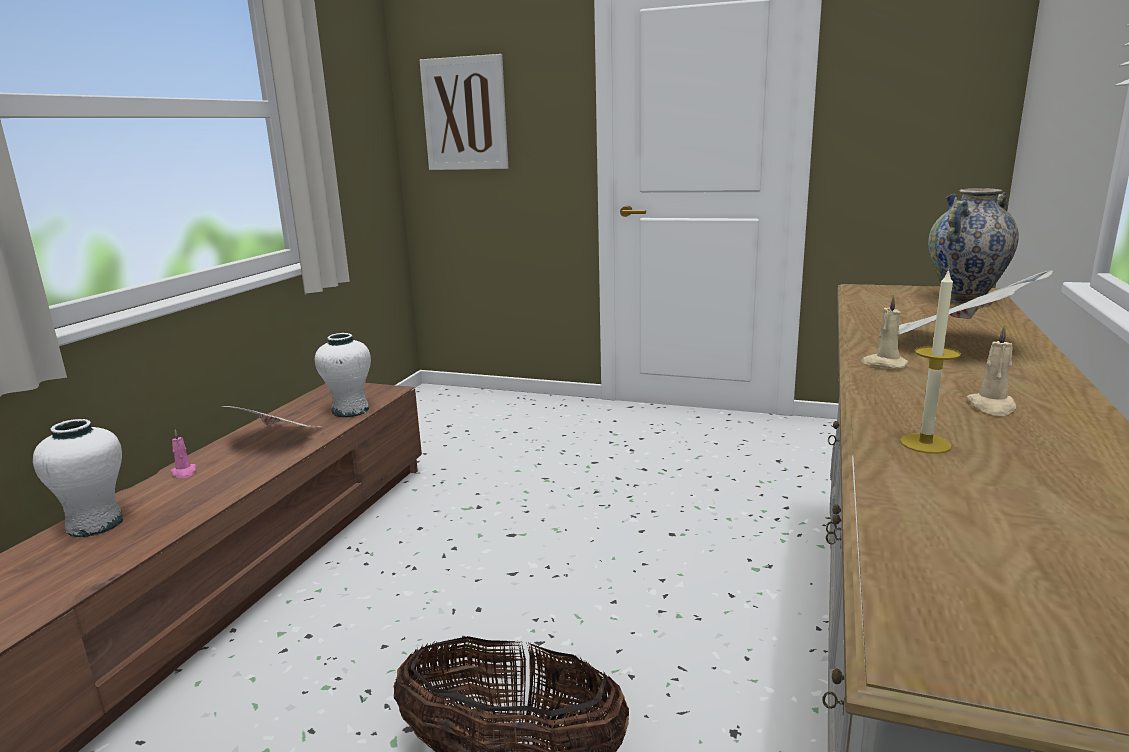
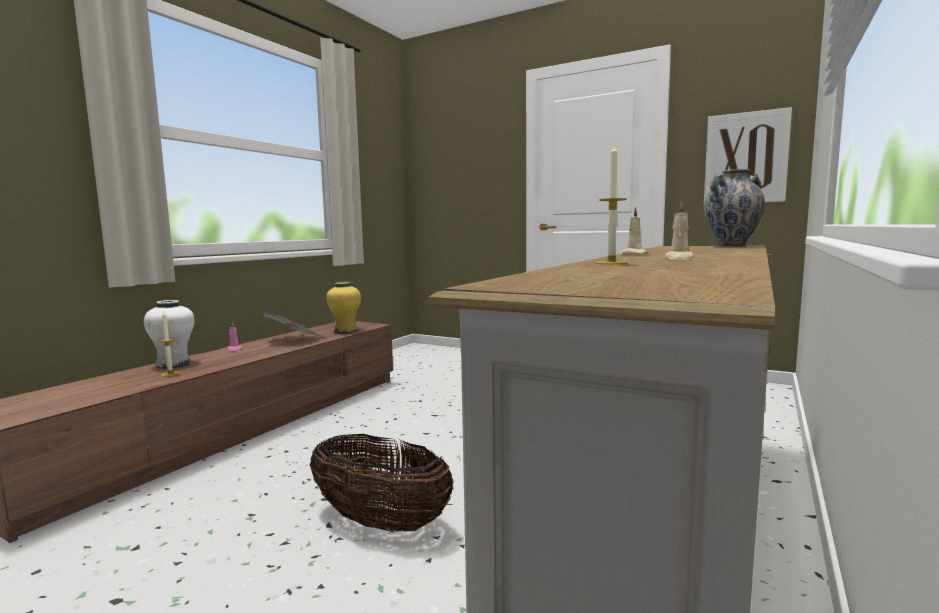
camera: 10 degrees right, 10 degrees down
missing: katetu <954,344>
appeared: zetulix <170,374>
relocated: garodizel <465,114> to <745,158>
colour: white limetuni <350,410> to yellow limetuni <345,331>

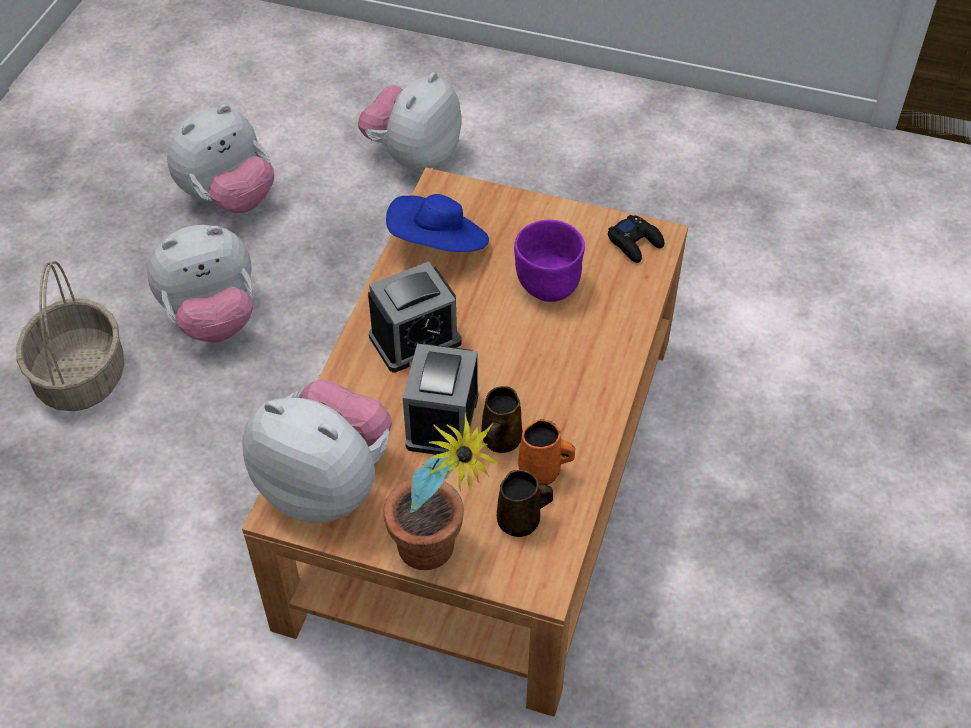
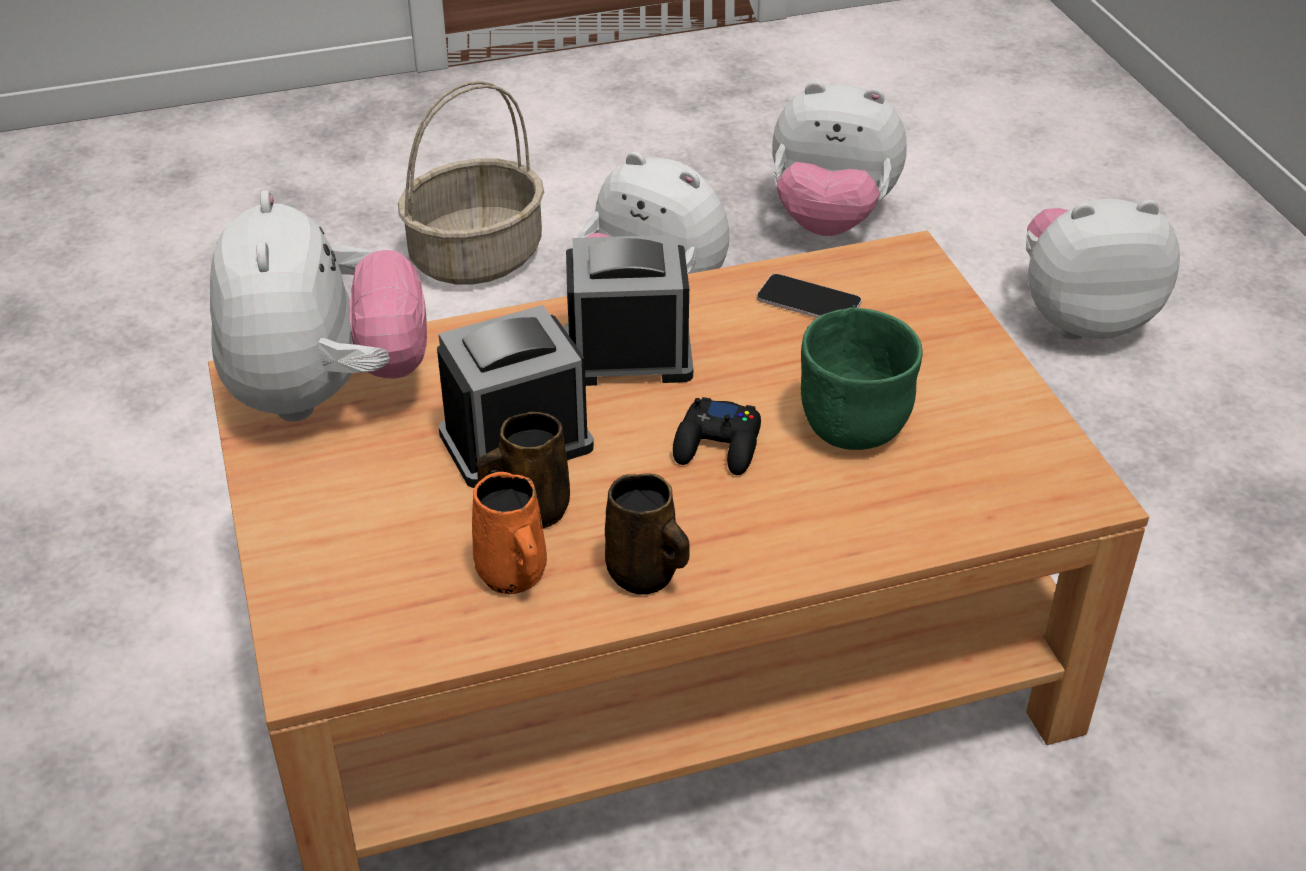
camera: 55 degrees right, 10 degrees down
missing: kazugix <438,557>
relocated: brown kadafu <521,521> to <645,575>; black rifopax <635,243> to <718,445>
exchanged: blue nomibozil <439,245> to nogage <808,301>
colour: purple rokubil <547,287> to green rokubil <850,427>
spun: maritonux <415,339> = <627,355> 150 degrees clockwise

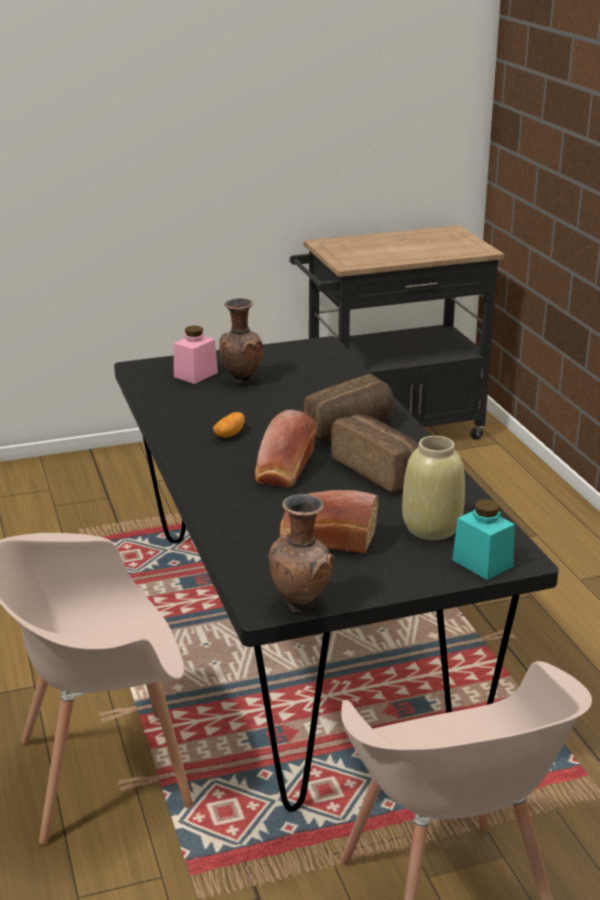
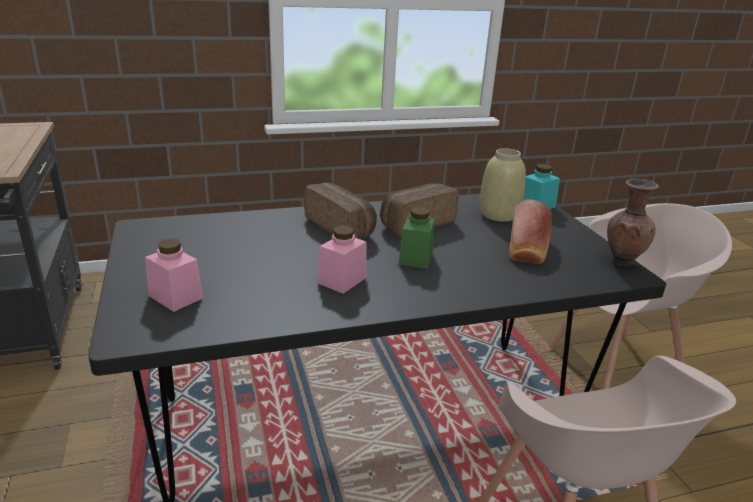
camera: 90 degrees left, 0 degrees up
missing: brown limetuni <241,381>
exchanged: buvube <230,434> to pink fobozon <342,280>; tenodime <284,469> to green fobozon <416,258>

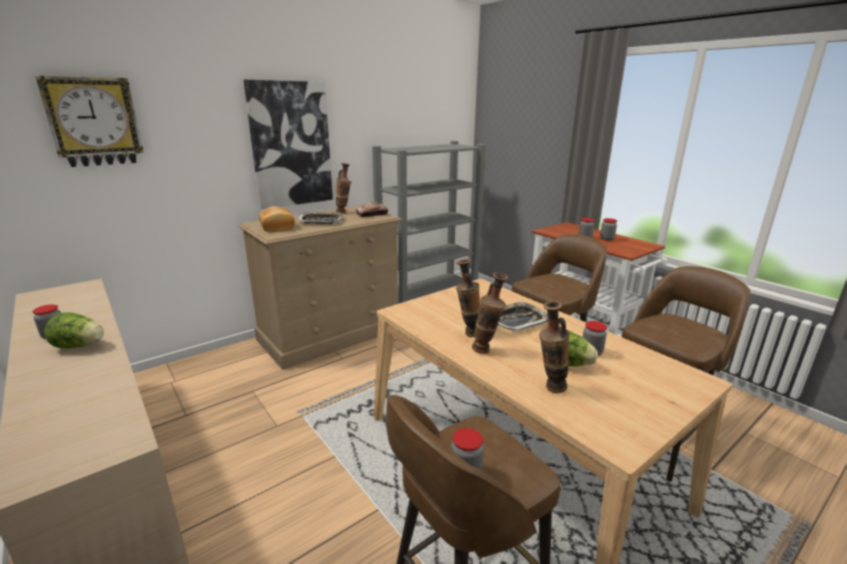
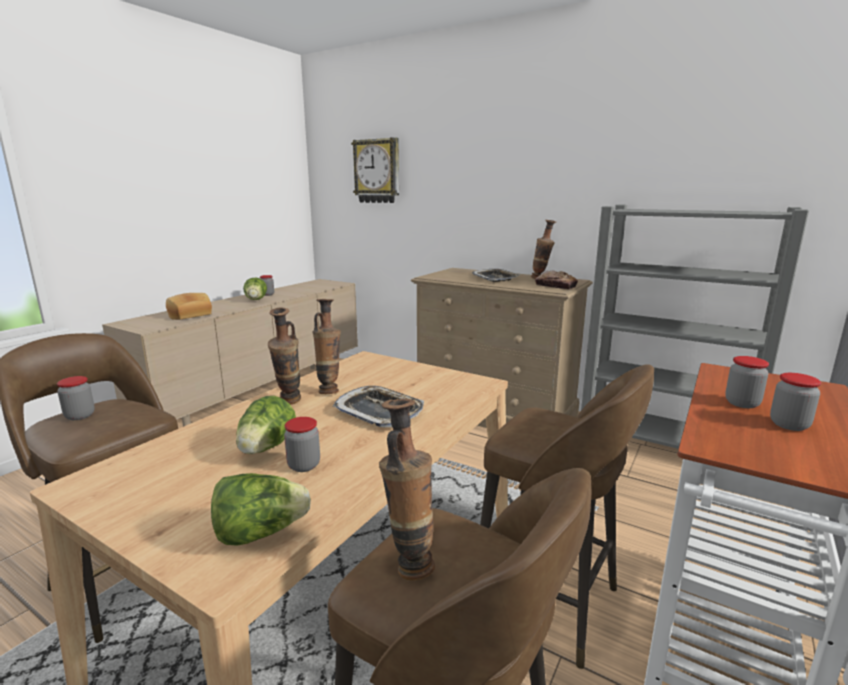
camera: 70 degrees right, 5 degrees down
missing: garodizel <291,145>
appeared: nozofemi <260,533>
relocated: tenodime <276,227> to <189,315>; limetuni <549,389> to <409,563>

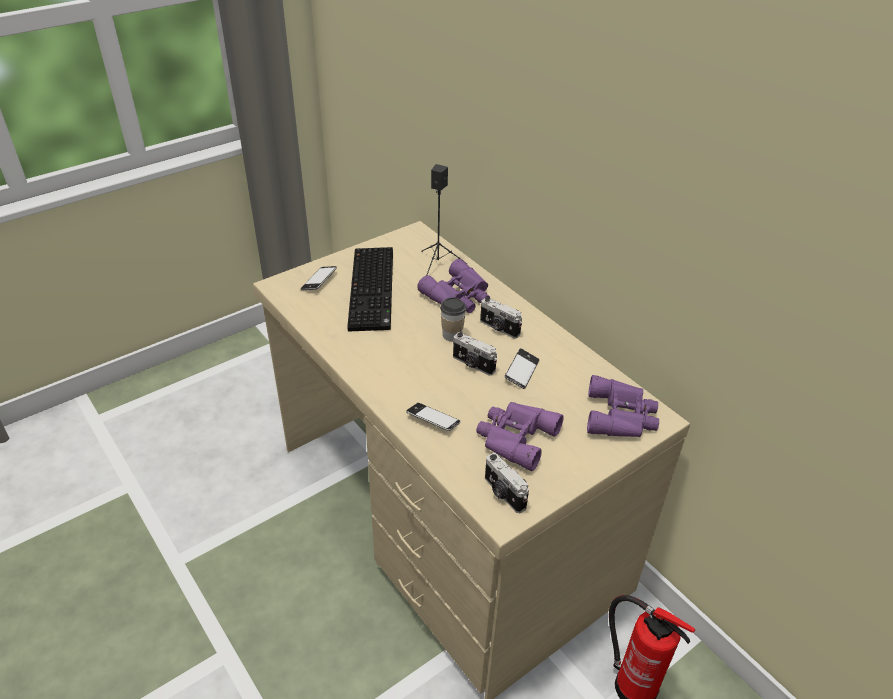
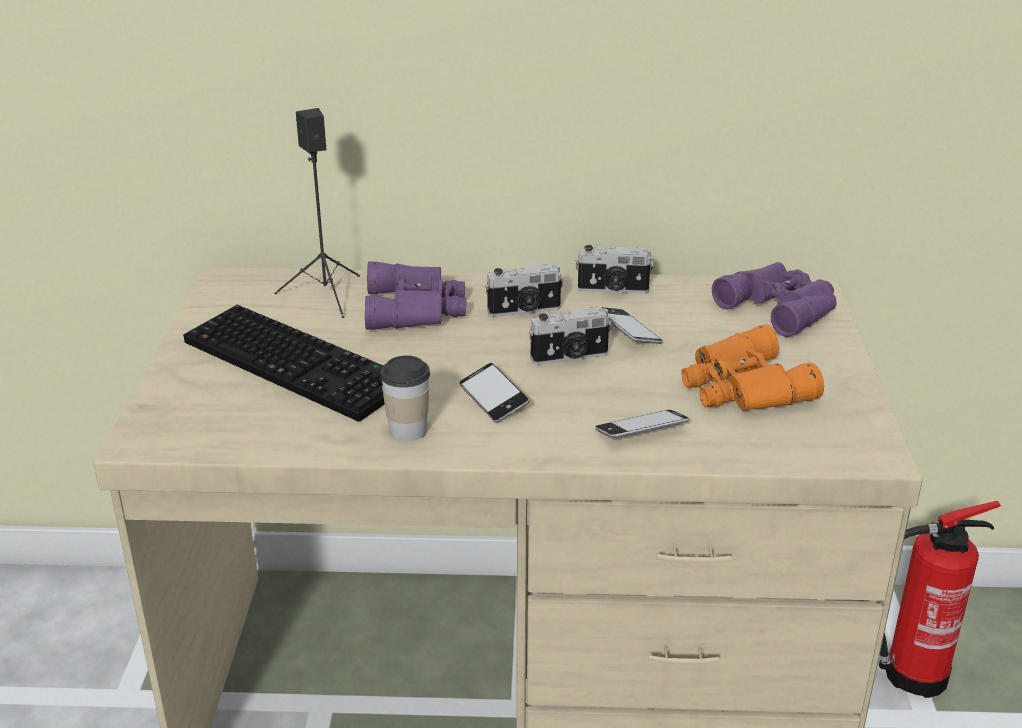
camera: 50 degrees left, 10 degrees down
relocated: nogage <319,281> to <493,399>; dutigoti <452,335> to <408,431>; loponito <503,494> to <613,290>
colour: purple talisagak <514,437> to orange talisagak <742,387>

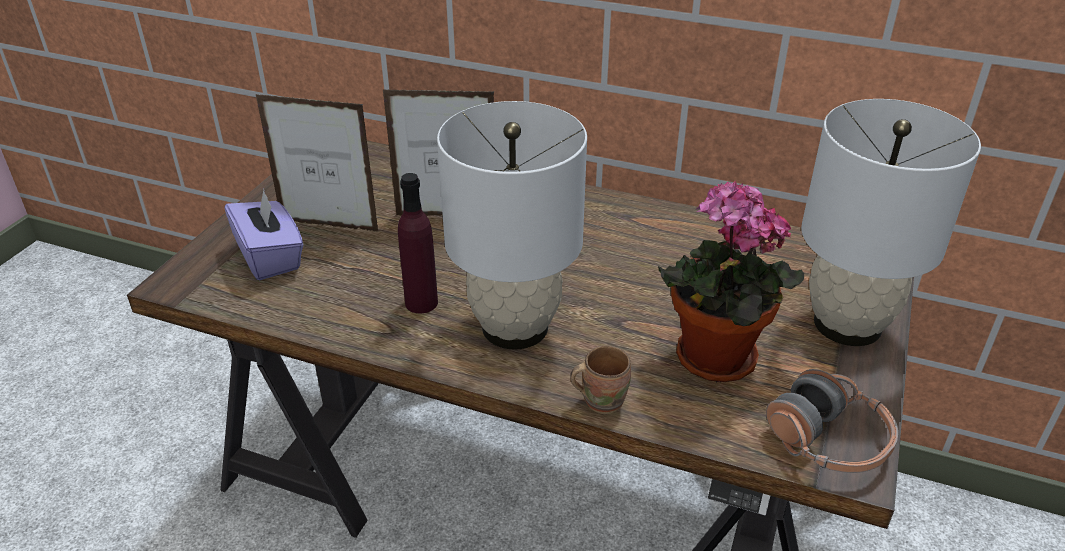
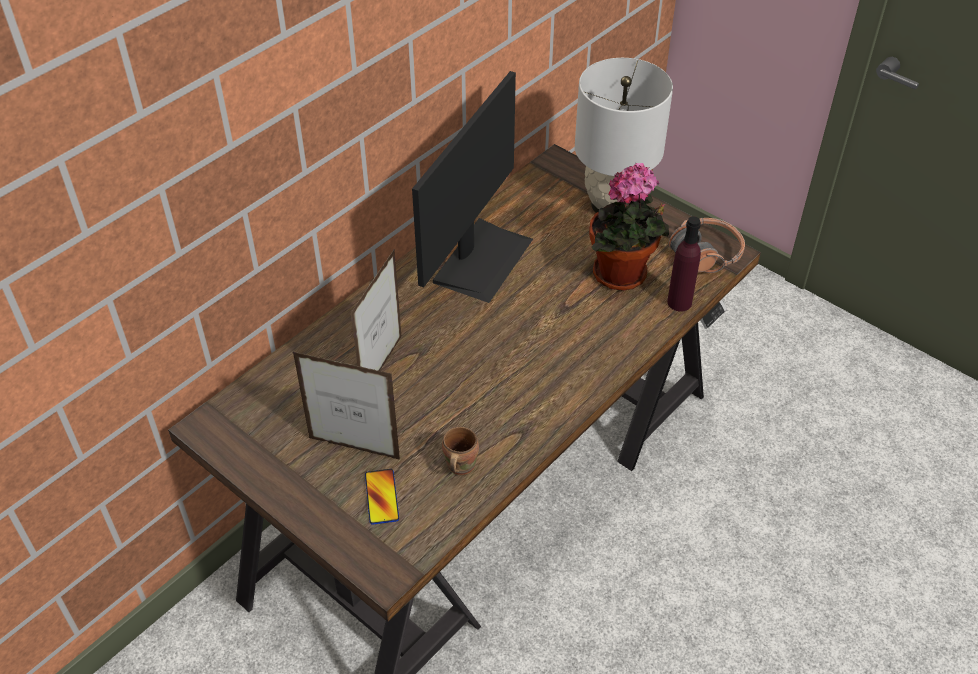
camera: 70 degrees left, 10 degrees up
missing: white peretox <514,327>
appeared: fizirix <481,259>
relocated: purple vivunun <421,303> to <679,302>; brown kadafu <601,400> to <458,466>
exchanged: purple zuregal <270,257> to nogage <381,497>
spun: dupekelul <329,226> = <353,448> 105 degrees counterclockwise

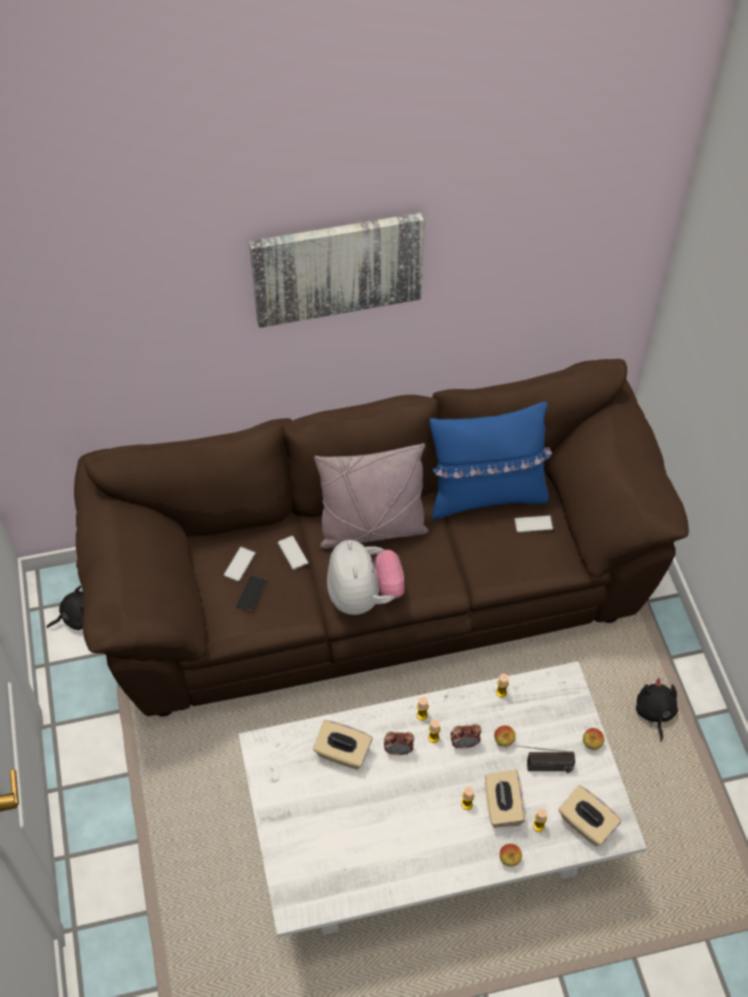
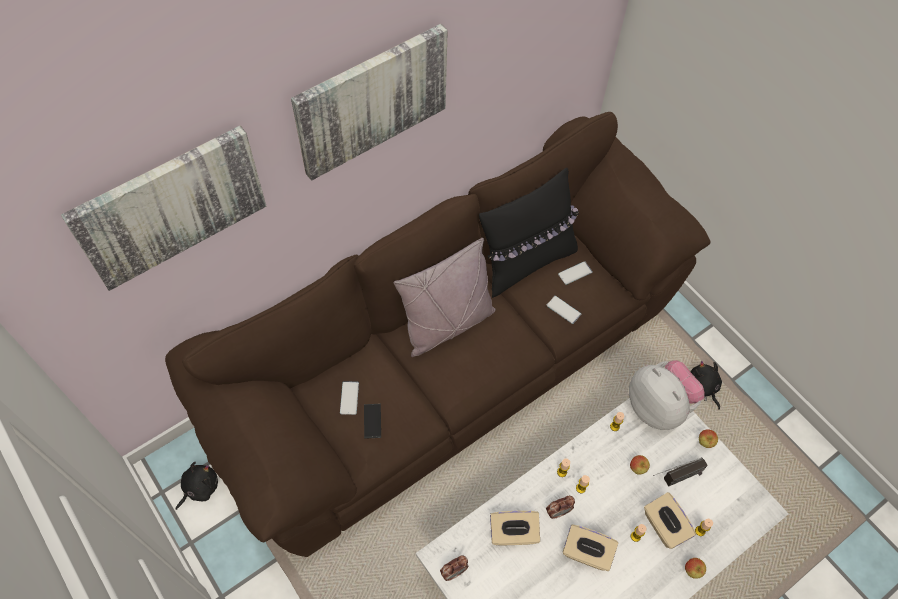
camera: 25 degrees left, 5 degrees up
appeared: garodizel <170,206>
relocated: nogage <293,553> to <563,310>; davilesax <364,596> to <658,406>; maritonux <464,743> to <454,571>; beige zuregal <586,824> to <586,553>
colour: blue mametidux <486,495> to black mametidux <526,262>

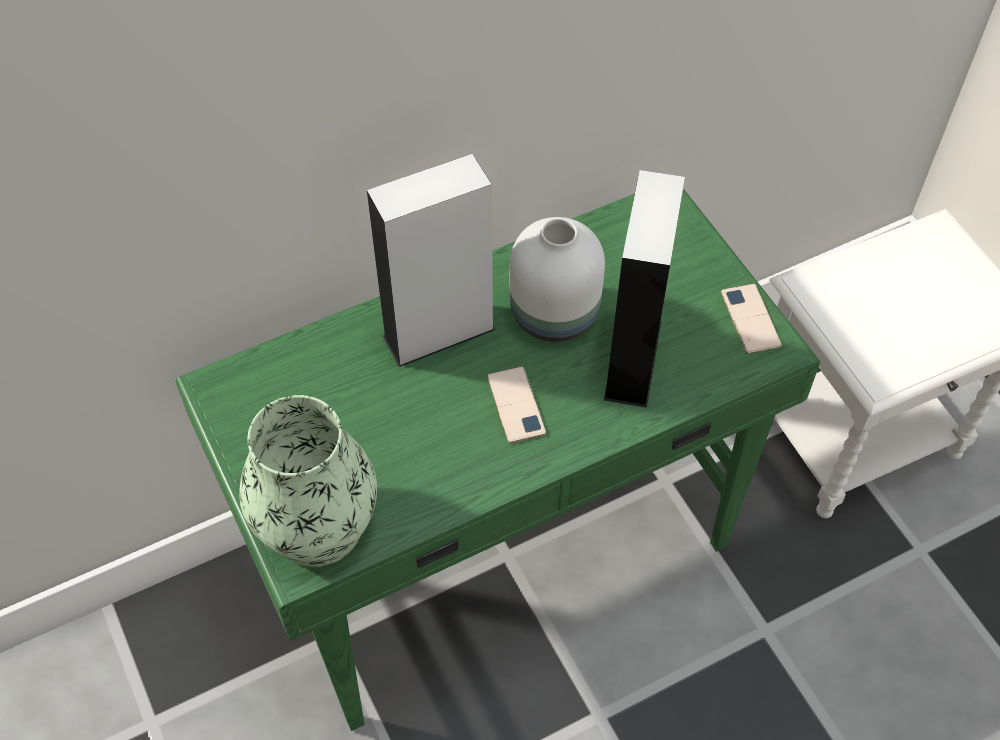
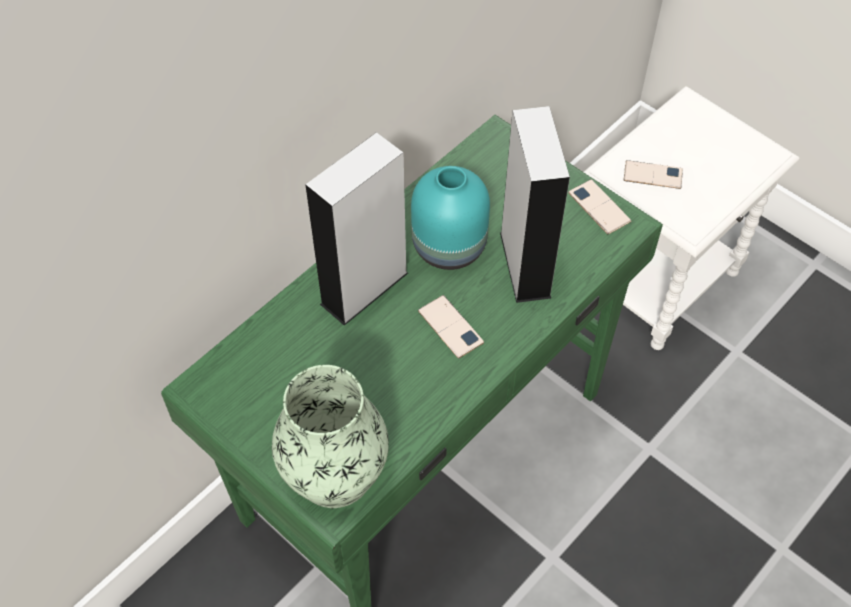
camera: 20 degrees left, 0 degrees up
appeared: nogage <653,175>
colour: white limetuni <554,312> to turquoise limetuni <448,245>

